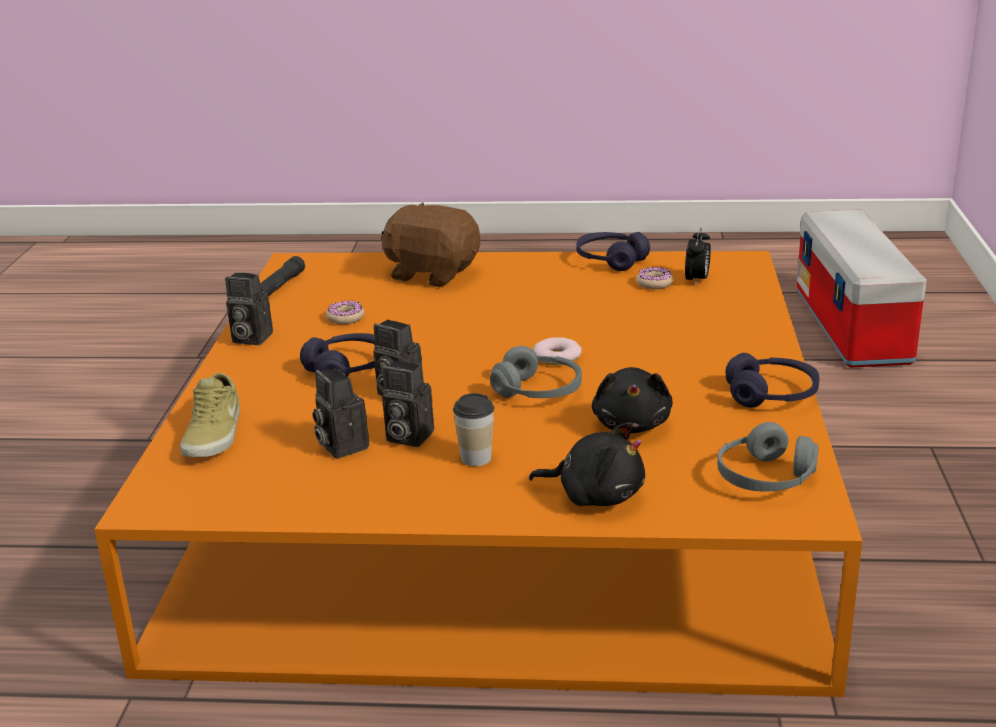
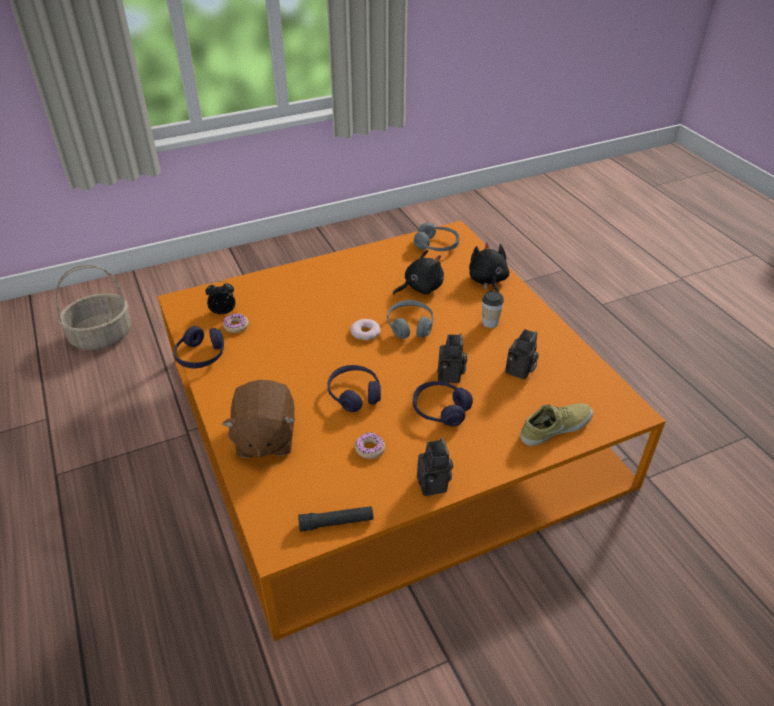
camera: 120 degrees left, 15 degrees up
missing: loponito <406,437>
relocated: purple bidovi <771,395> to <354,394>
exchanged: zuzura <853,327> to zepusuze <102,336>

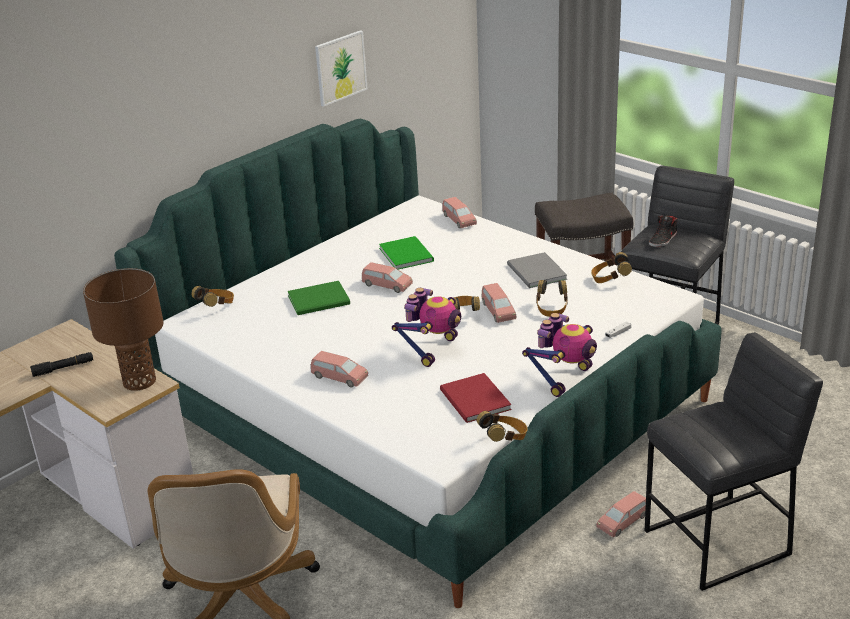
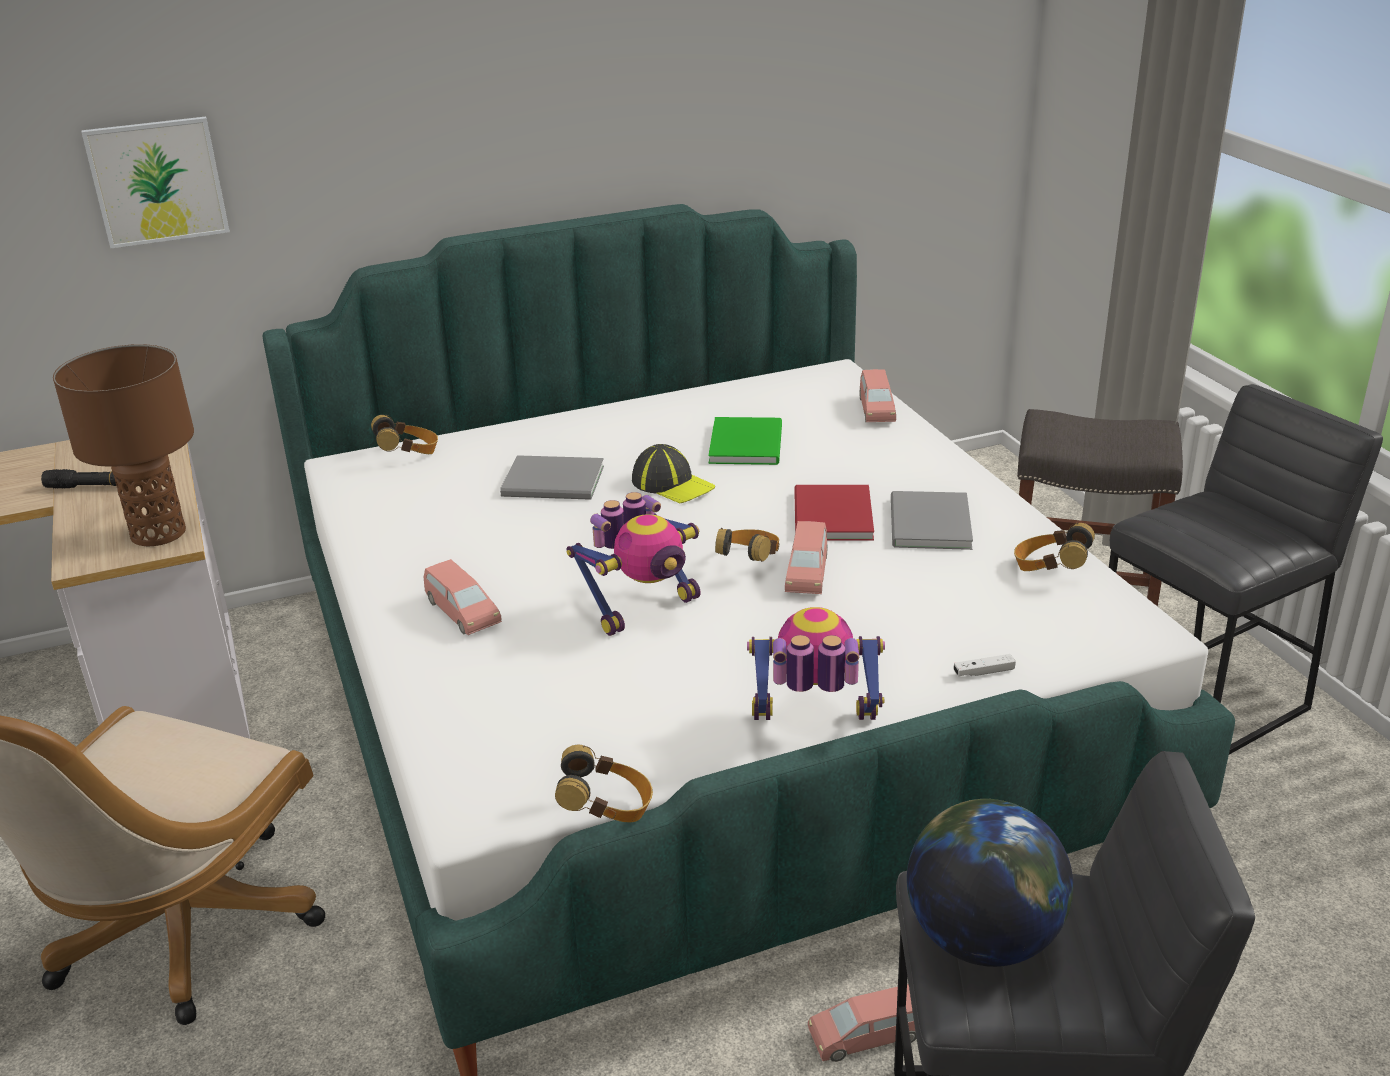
camera: 25 degrees right, 0 degrees up
missing: bidovi <551,309>; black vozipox <663,240>
appeared: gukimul <982,938>
relocated: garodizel <340,68> to <157,181>; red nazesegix <474,401> to <830,517>
exchanged: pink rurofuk <387,285> to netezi <672,484>
colour: green nazesegix <321,300> to grey nazesegix <555,482>
spun: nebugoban <564,378> = <814,728> 150 degrees counterclockwise

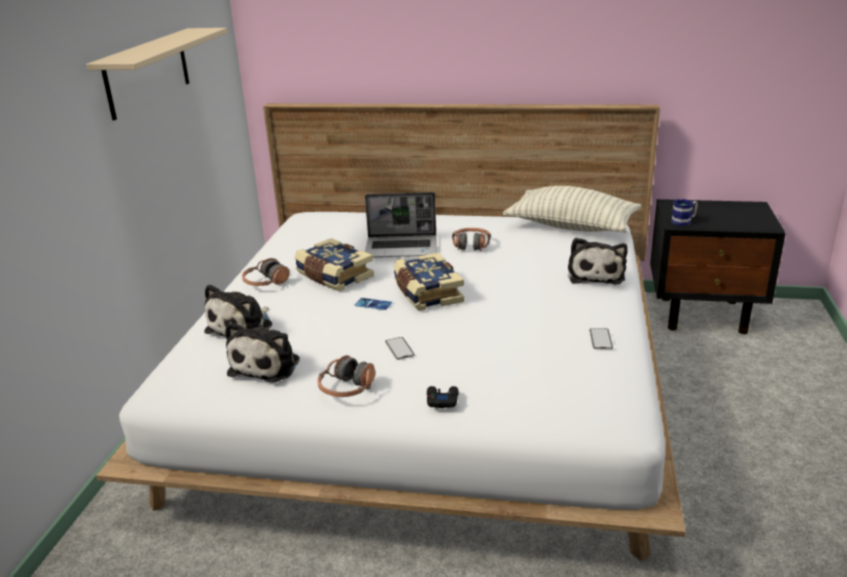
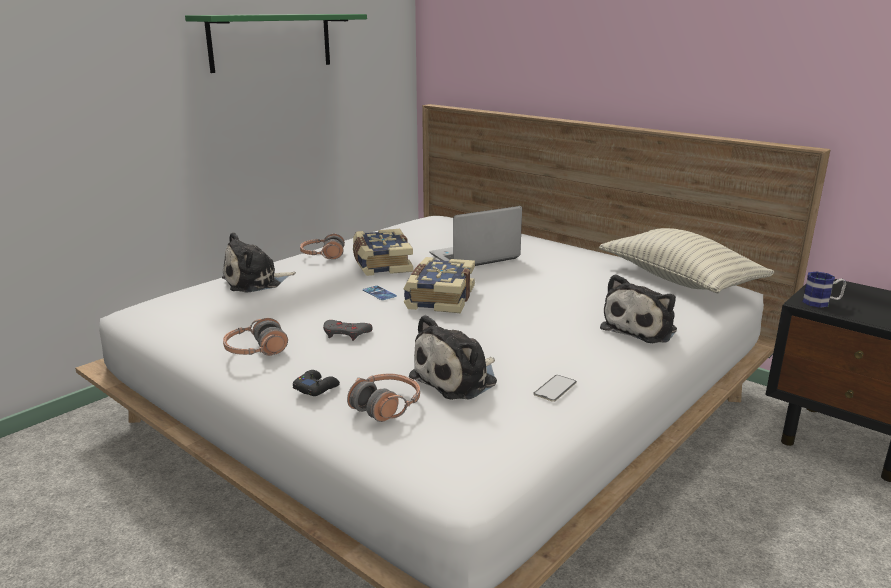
camera: 30 degrees right, 5 degrees down
relocated: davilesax <267,365> to <458,379>; bidovi <471,245> to <385,406>
exchanged: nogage <399,348> to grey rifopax <346,334>
colour: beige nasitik <148,72> to green nasitik <271,41>
spun: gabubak <402,248> = <474,257> 120 degrees clockwise

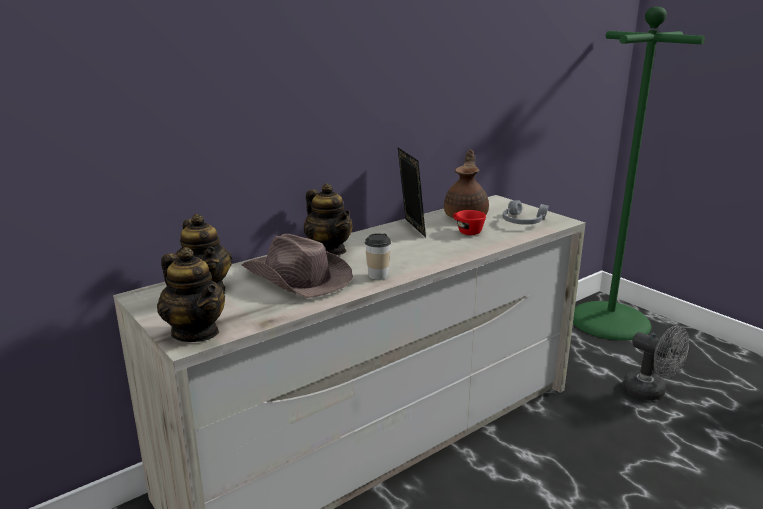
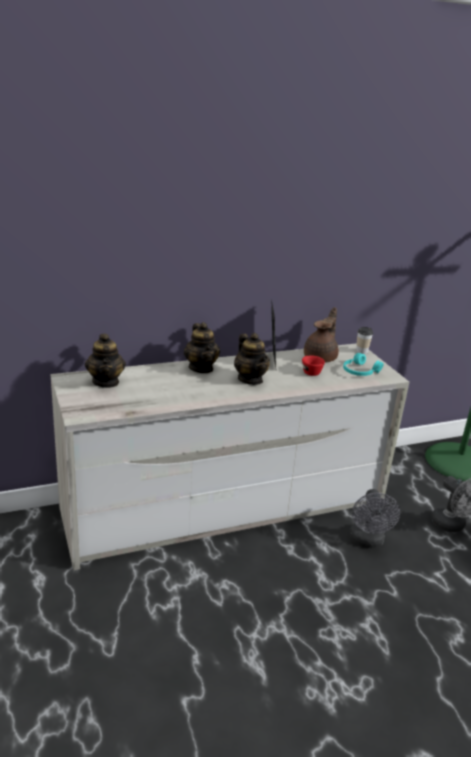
camera: 15 degrees right, 5 degrees up
missing: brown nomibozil <296,278>
appeared: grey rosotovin <367,541>
relocated: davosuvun <196,332> to <250,379>; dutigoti <377,275> to <361,351>
colour: grey bidovi <522,221> to turquoise bidovi <359,371>

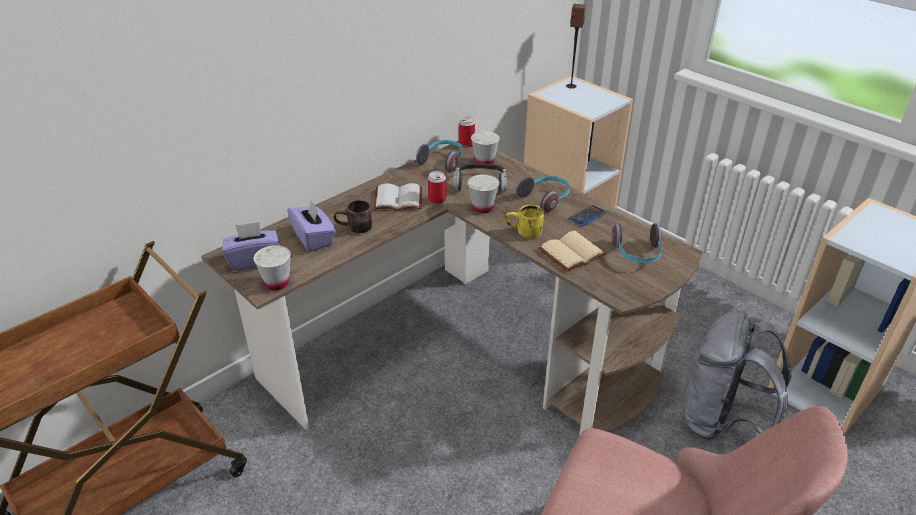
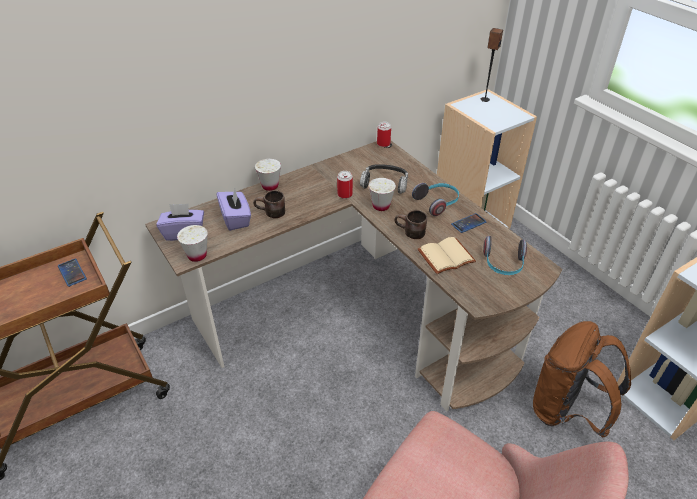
camera: 10 degrees right, 5 degrees up
missing: white nazesegix <397,200>; bidovi <443,161>
appeared: nogage <72,273>
relocated: white dutigoti <484,162> to <270,186>
colour: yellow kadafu <524,233> to brown kadafu <410,233>; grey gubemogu <721,421> to brown gubemogu <566,410>

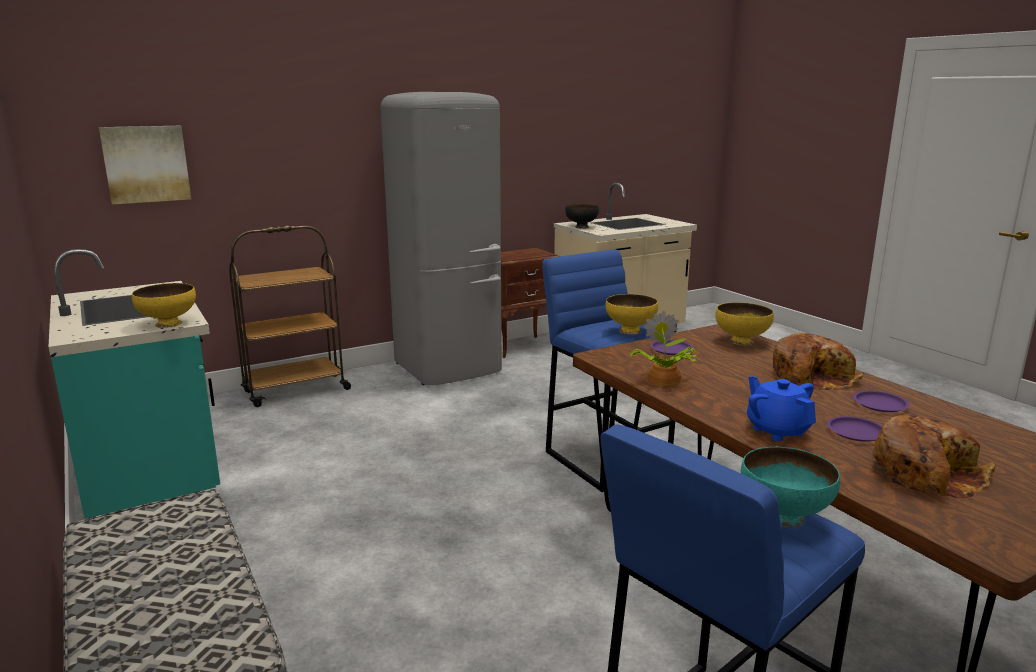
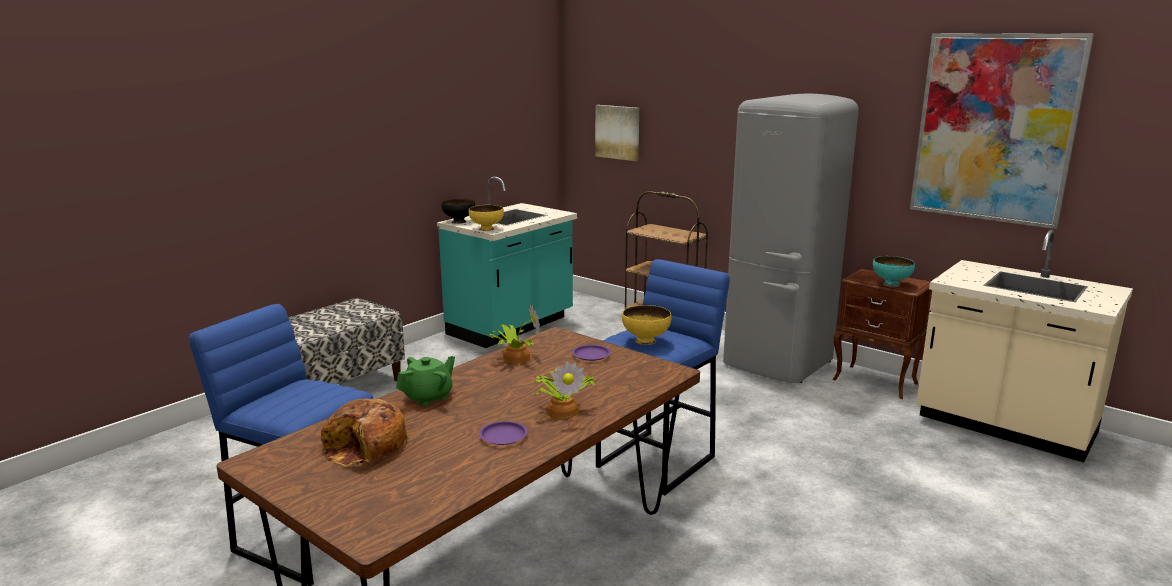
camera: 70 degrees right, 0 degrees up
missing: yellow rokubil <741,341>; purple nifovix <855,432>
appeared: garodizel <994,128>
relocated: black rokubil <581,227> to <459,221>; turquoise rokubil <783,517> to <890,284>
exchanged: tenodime <813,376> to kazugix <563,410>
colour: blue davosuvun <777,430> to green davosuvun <428,397>

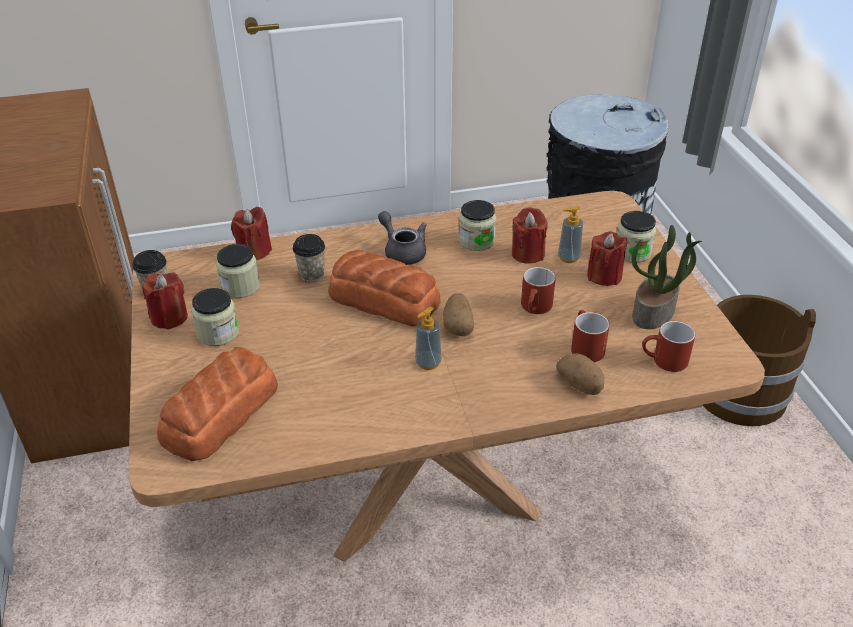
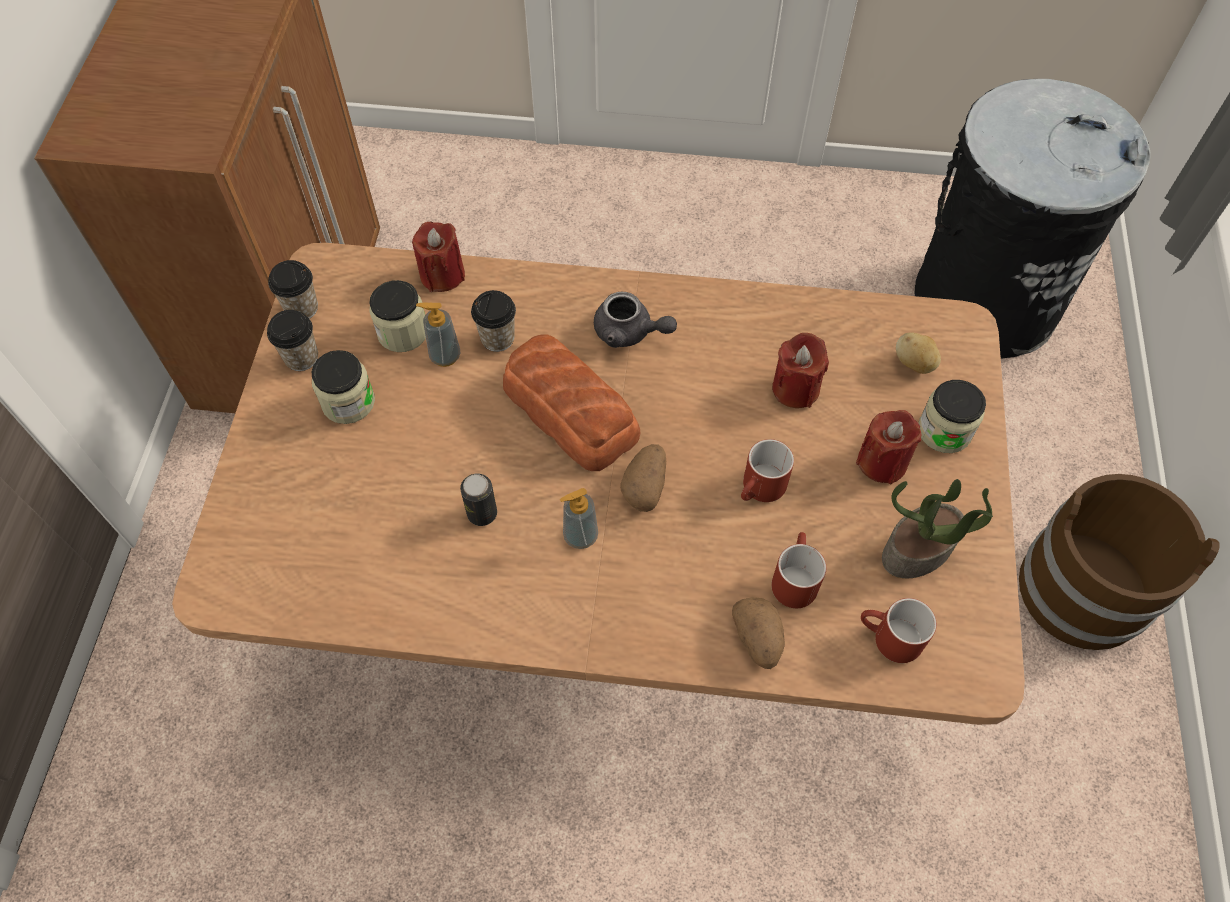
camera: 20 degrees right, 20 degrees up
missing: tenodime <218,414>; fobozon <476,241>
appeared: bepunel <482,513>; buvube <914,364>
relocated: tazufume <568,258> to <445,356>
exchanged: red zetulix <169,317> to dutigoti <301,357>
spun: grey davosuvun <402,251> = <629,333> 135 degrees clockwise

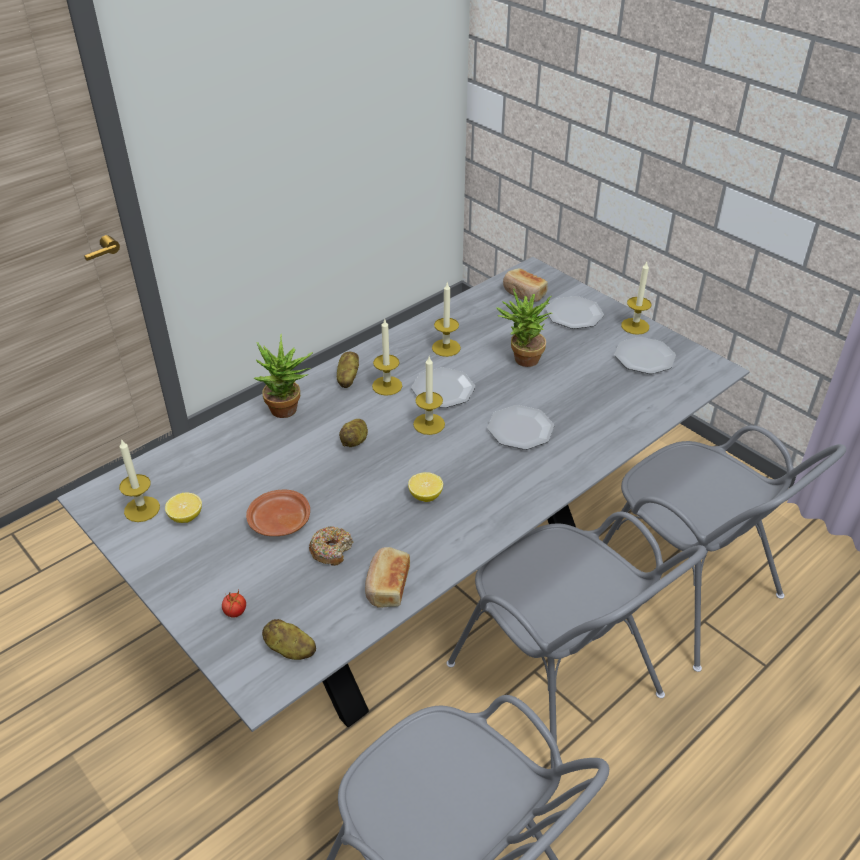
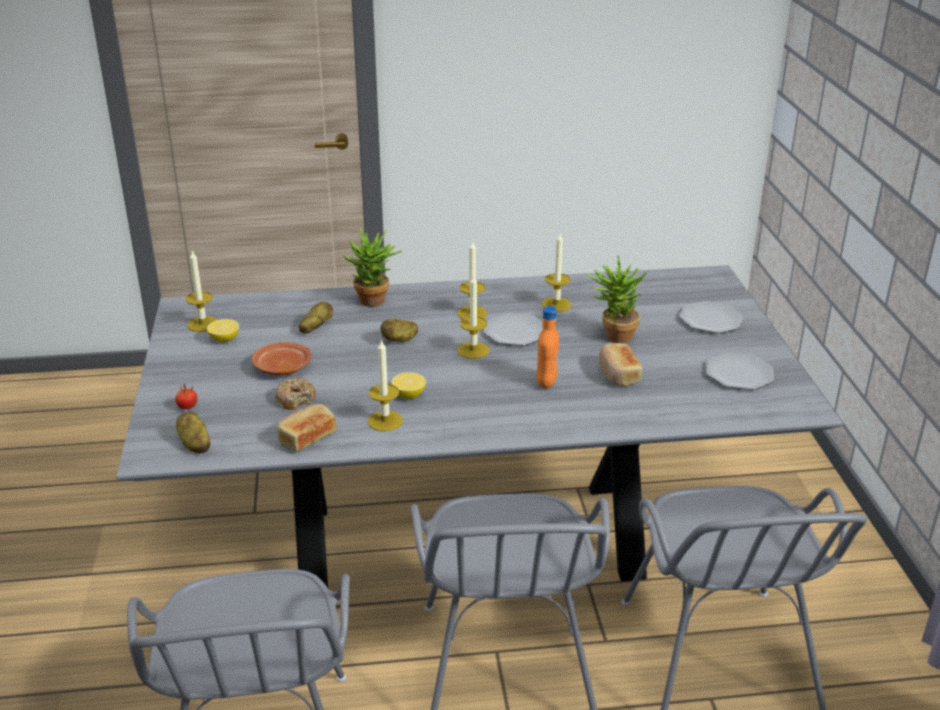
camera: 35 degrees right, 10 degrees down
relocated: buvube <347,378> to <316,327>; tenodime <524,294> to <618,374>; zetulix <635,326> to <385,421>
exchanged: nifovix <519,429> to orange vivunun <546,382>

